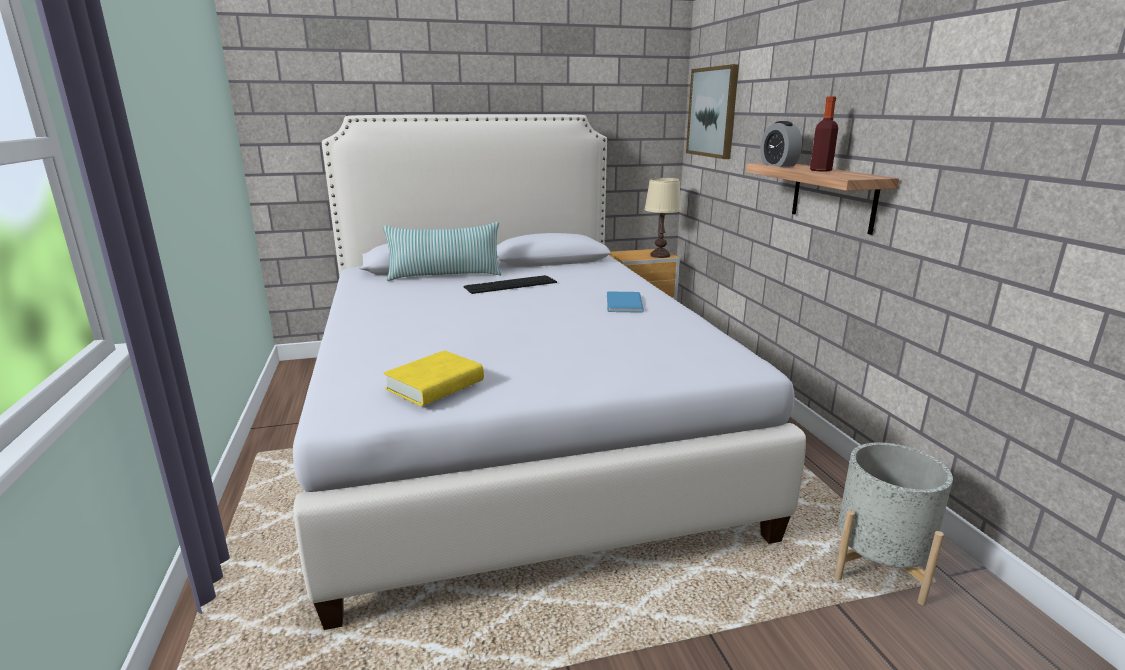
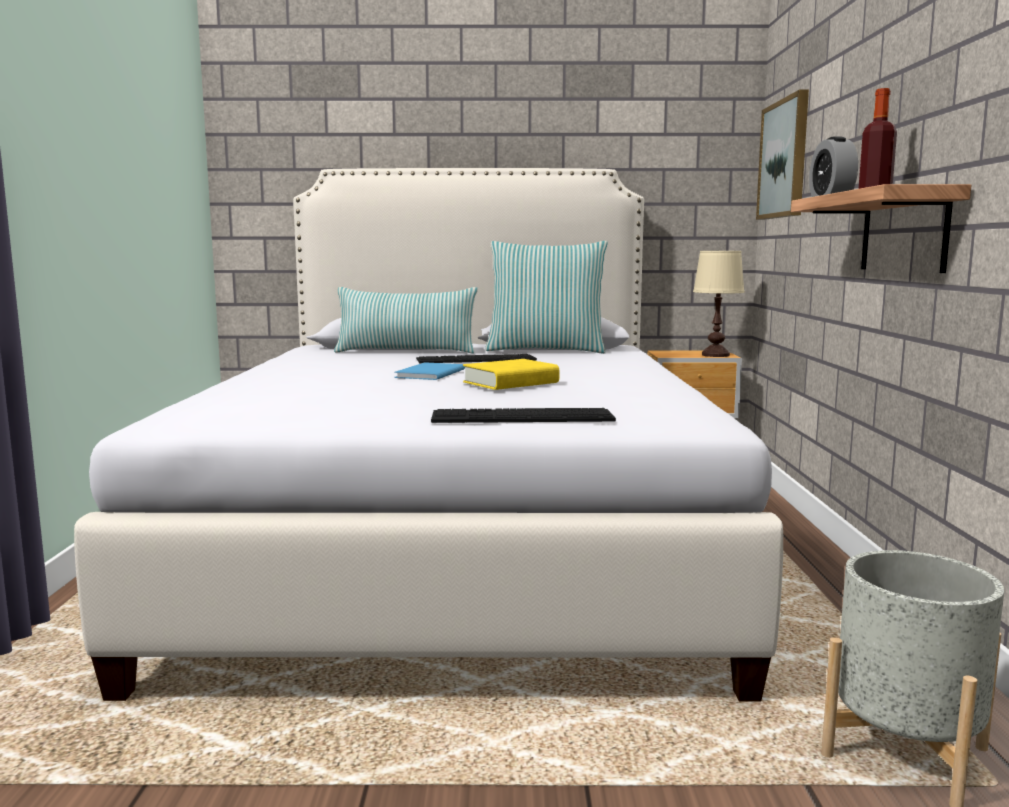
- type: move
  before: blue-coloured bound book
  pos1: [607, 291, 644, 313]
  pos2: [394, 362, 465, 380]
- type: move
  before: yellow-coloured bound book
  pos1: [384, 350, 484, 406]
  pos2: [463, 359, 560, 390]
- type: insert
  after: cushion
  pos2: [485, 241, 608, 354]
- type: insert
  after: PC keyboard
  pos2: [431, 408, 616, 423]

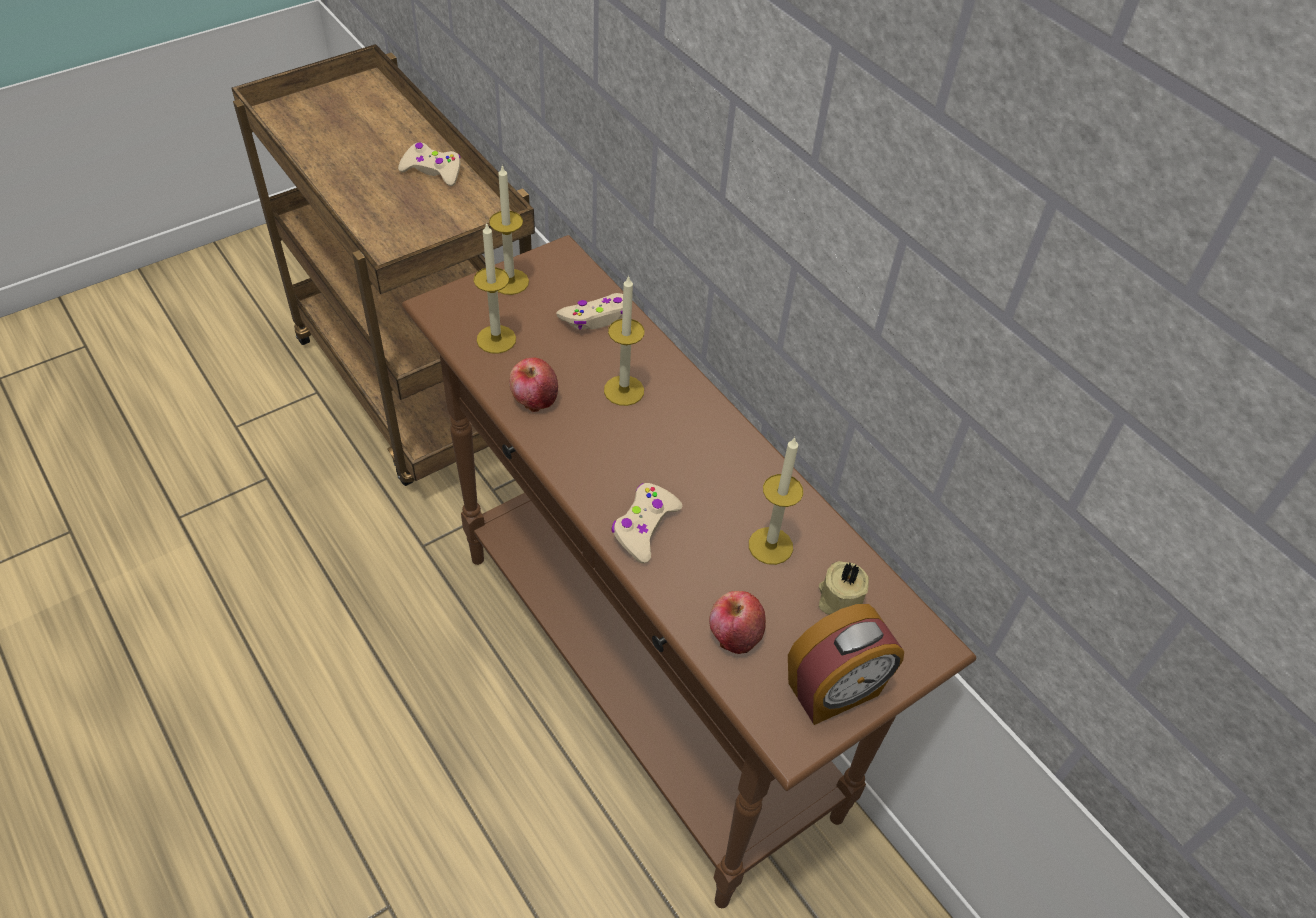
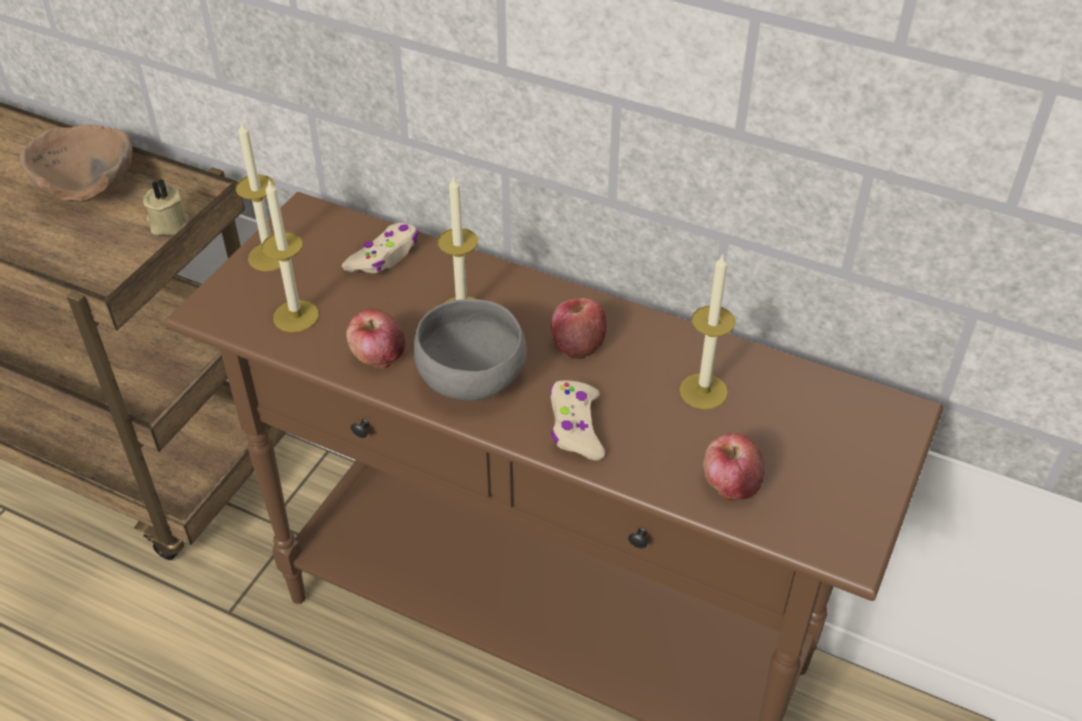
- type: replace
  before: beige game controller
  after: brown-coloured serving bowl
  pos1: [398, 142, 461, 186]
  pos2: [20, 124, 133, 202]
- type: move
  before: beige wax candle
  pos1: [819, 561, 869, 615]
  pos2: [143, 179, 188, 235]
- type: delete
  before: bedside clock
  pos1: [788, 604, 904, 725]
- type: insert
  after: apple fruit
  pos2: [551, 298, 607, 359]
- type: insert
  after: greyish serving bowl
  pos2: [413, 299, 527, 401]

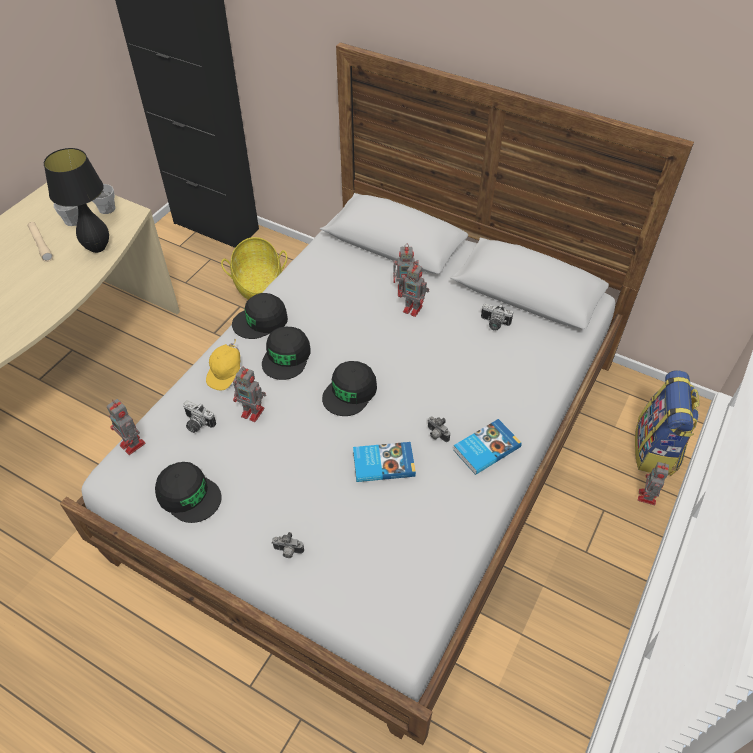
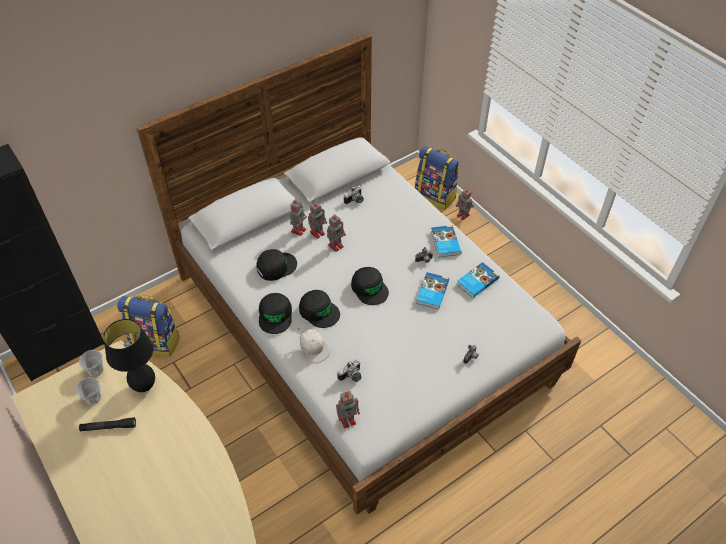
- type: recolor
  before: beige flashlight
  after: black flashlight
  pos1: [28, 222, 53, 262]
  pos2: [79, 417, 136, 431]
- type: replace
  before: basket
  after: knapsack
  pos1: [221, 237, 287, 300]
  pos2: [117, 294, 180, 356]
- type: recolor
  before: yellow-coloured peaked cap
  after: white peaked cap
  pos1: [206, 338, 240, 391]
  pos2: [297, 328, 330, 363]
- type: move
  before: robot figure
  pos1: [233, 367, 266, 422]
  pos2: [327, 214, 346, 252]
- type: move
  before: black peaked cap
  pos1: [155, 462, 222, 523]
  pos2: [256, 249, 297, 281]
- type: insert
  after: bound book
  pos2: [456, 262, 500, 298]

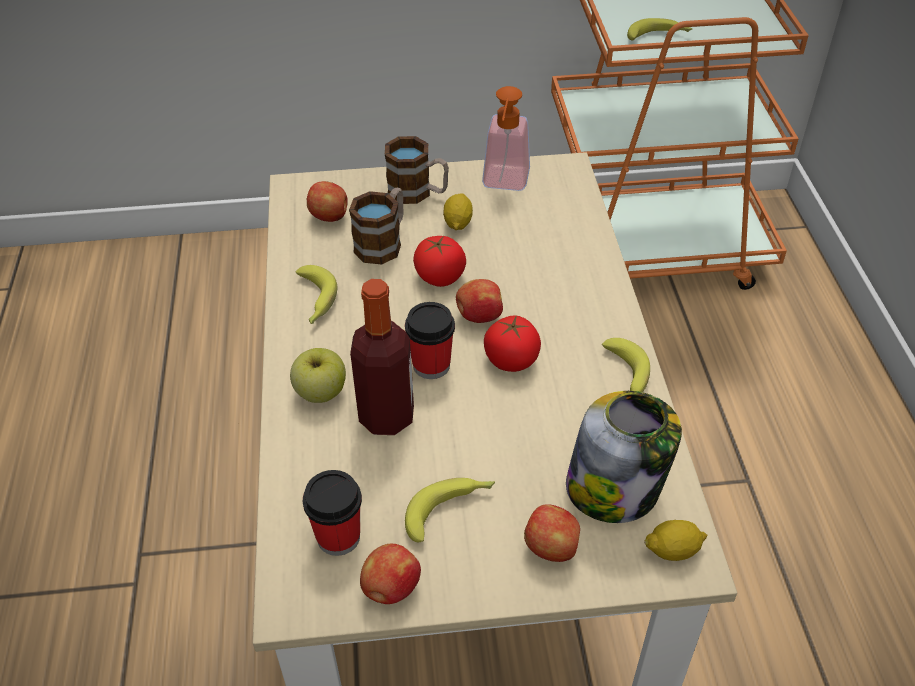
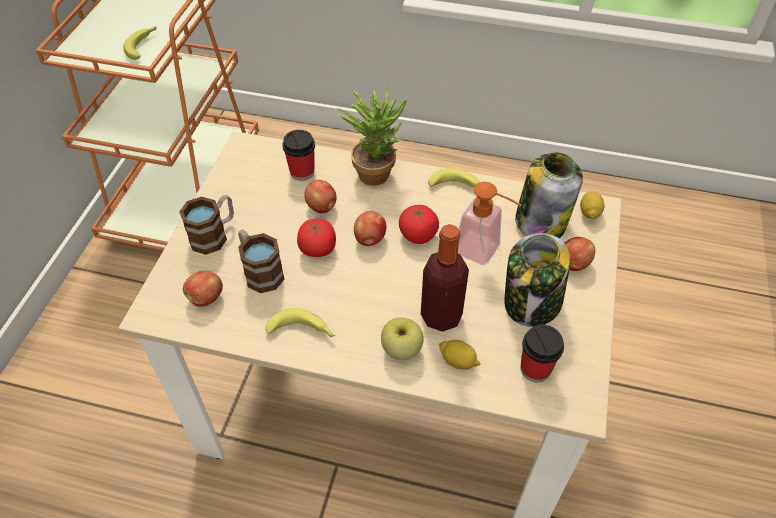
- type: move
  before: liquid soap bottle
  pos1: [482, 86, 530, 191]
  pos2: [458, 182, 522, 265]
- type: move
  before: whole lemon
  pos1: [443, 193, 473, 230]
  pos2: [439, 340, 481, 370]
- type: move
  before: drinking cup
  pos1: [405, 302, 455, 379]
  pos2: [282, 130, 315, 181]
- type: replace
  before: banana fruit
  after: storage jar
  pos1: [405, 478, 495, 542]
  pos2: [504, 233, 570, 327]
- type: move
  before: apple fruit
  pos1: [360, 544, 421, 604]
  pos2: [304, 180, 337, 213]
- type: insert
  after: plant in a pot
  pos2: [336, 86, 407, 186]

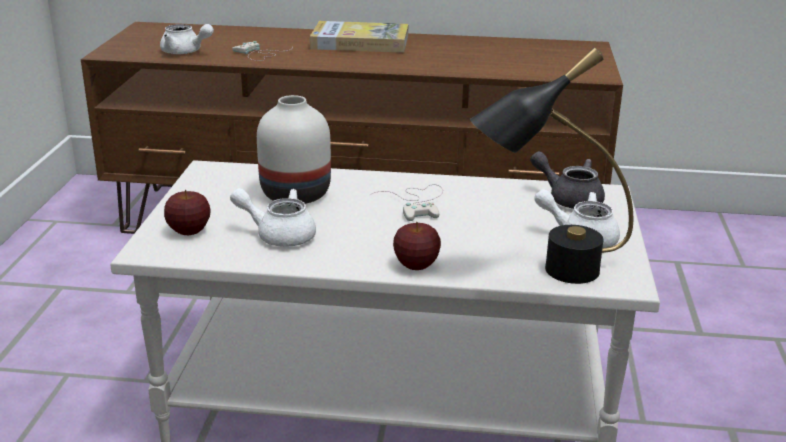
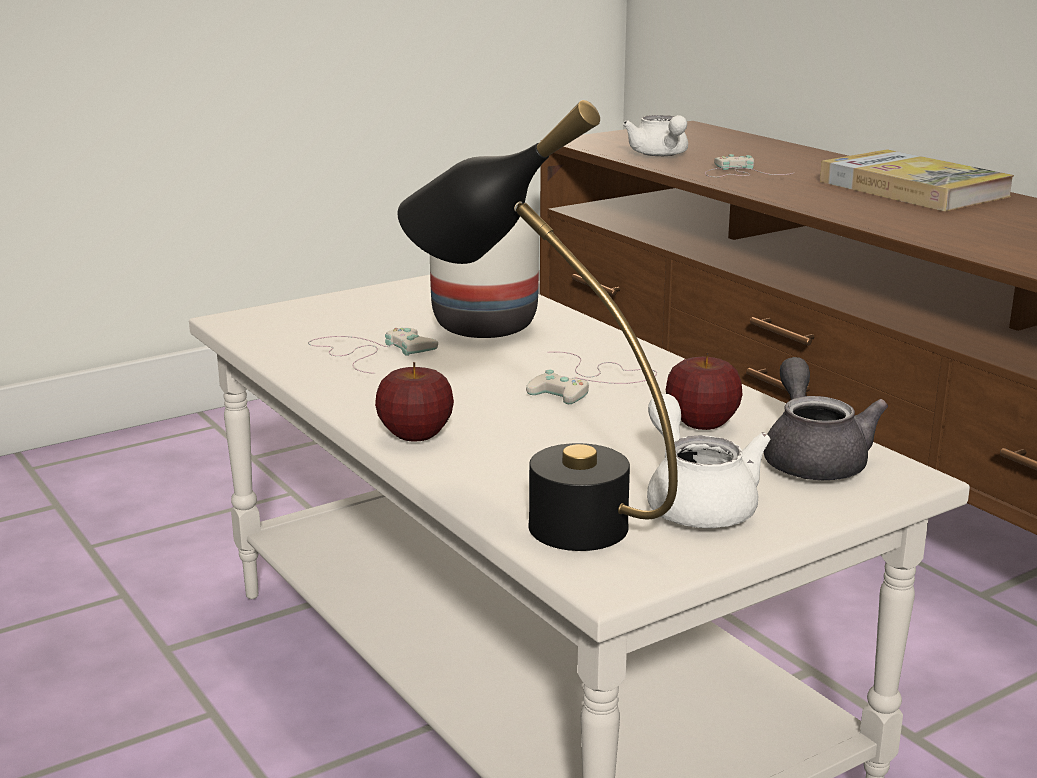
- type: replace
  before: white teapot
  after: white game controller
  pos1: [230, 188, 316, 247]
  pos2: [308, 328, 438, 374]
- type: move
  before: apple fruit
  pos1: [164, 190, 211, 235]
  pos2: [666, 352, 742, 430]

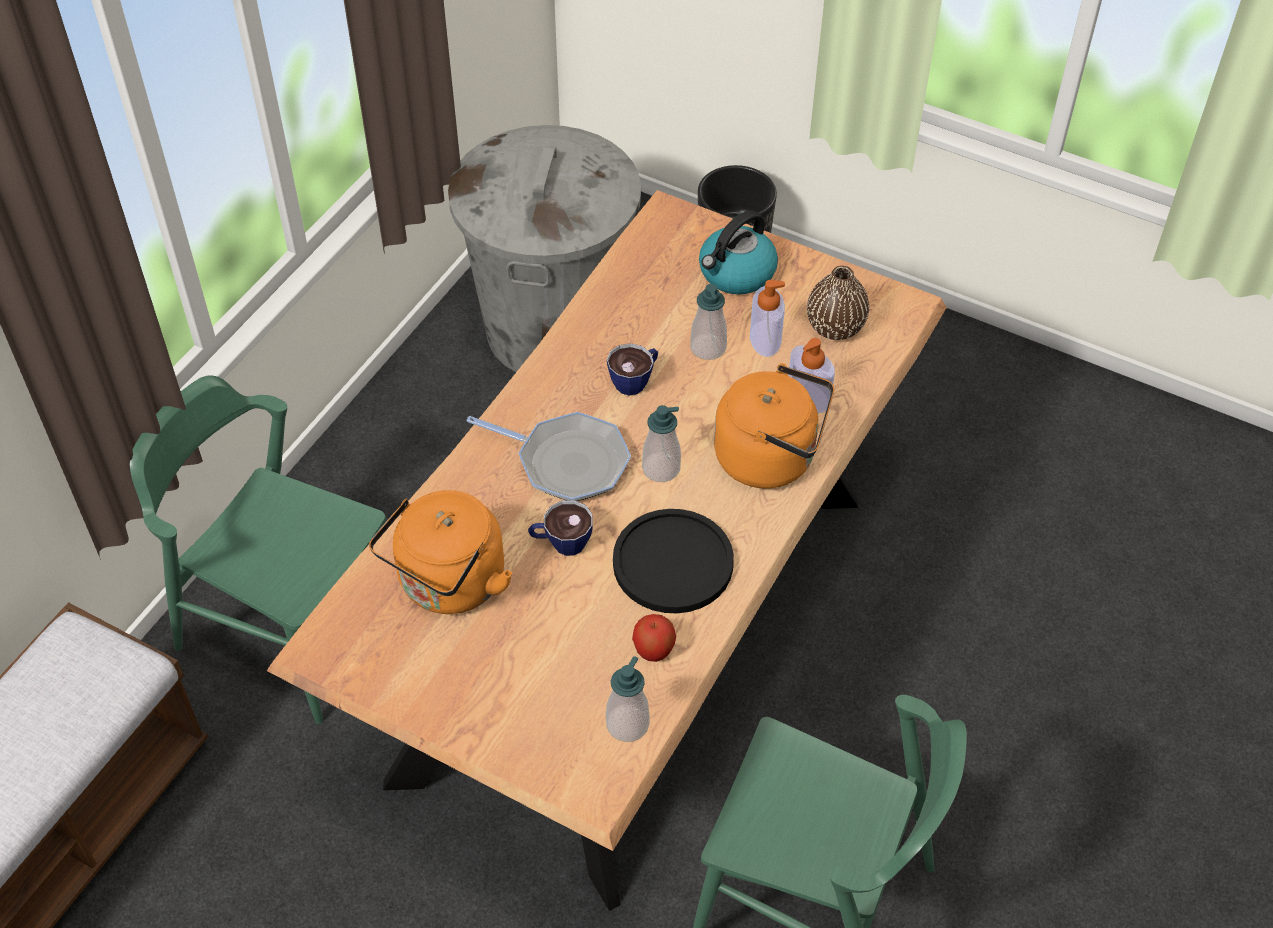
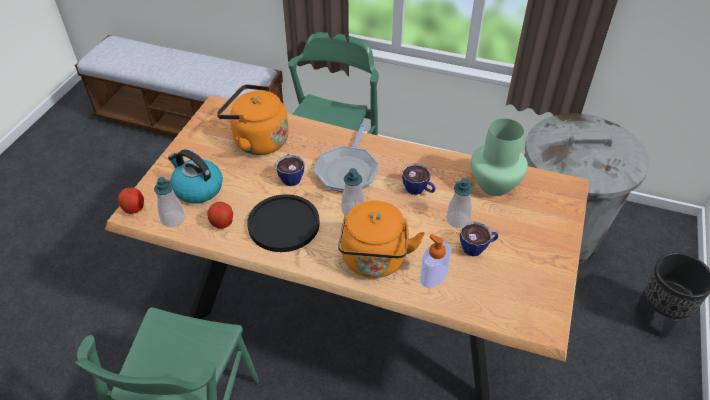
- type: move
  before: water kettle
  pos1: [699, 210, 778, 295]
  pos2: [168, 149, 223, 204]
- type: delete
  before: brown-coloured vase
  pos1: [807, 266, 869, 340]
- type: replace
  before: liquid soap bottle
  after: drinking cup
  pos1: [750, 280, 785, 357]
  pos2: [460, 221, 499, 256]
- type: insert
  after: green vase
  pos2: [471, 119, 528, 196]
- type: insert
  after: apple fruit
  pos2: [118, 187, 144, 214]

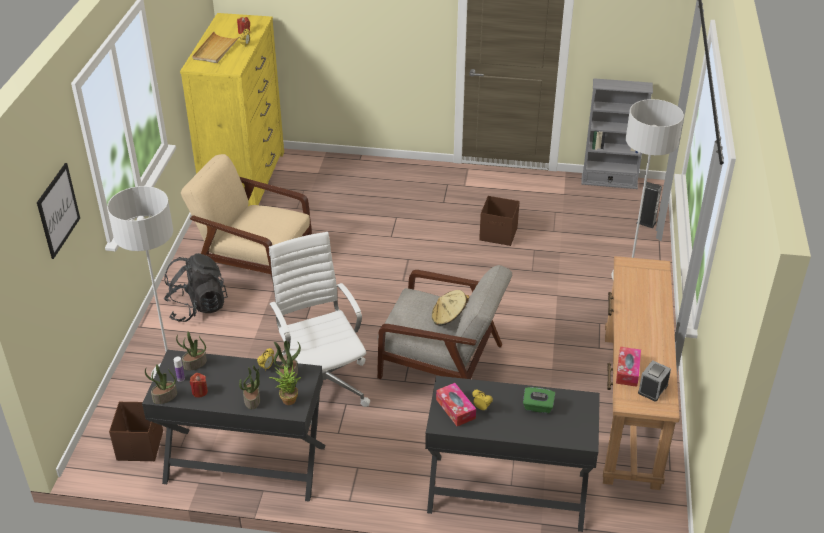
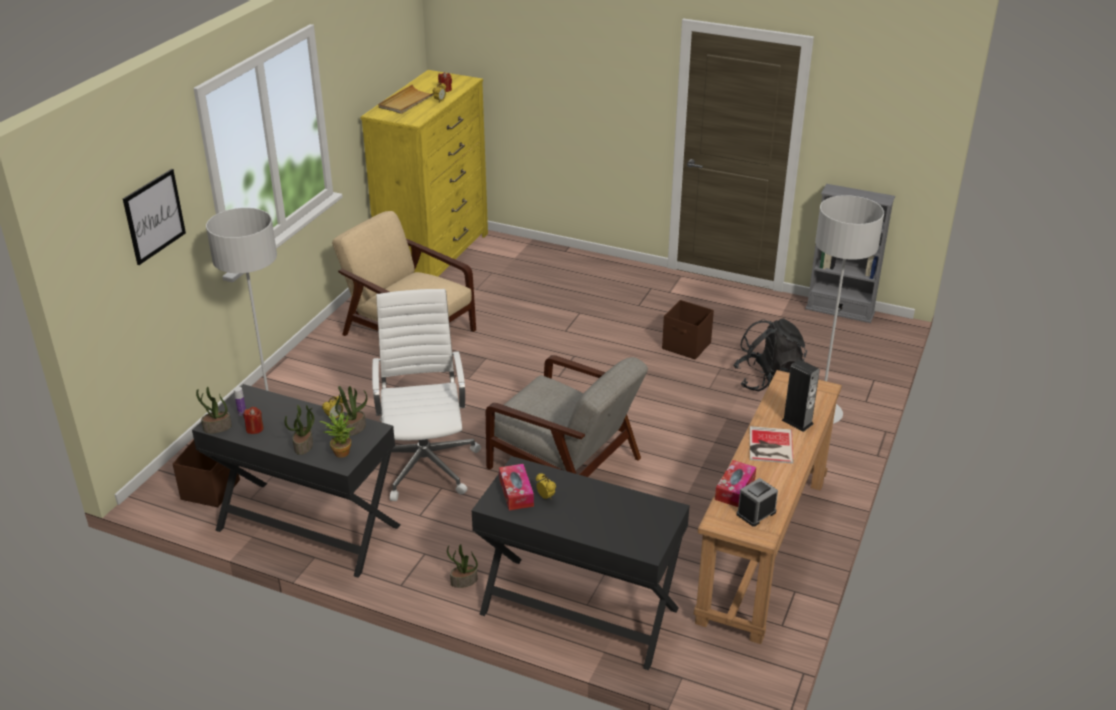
- type: move
  before: loudspeaker
  pos1: [636, 182, 662, 228]
  pos2: [781, 359, 820, 432]
- type: move
  before: black knapsack
  pos1: [164, 253, 228, 322]
  pos2: [734, 318, 807, 391]
- type: delete
  before: beige hat
  pos1: [432, 290, 470, 325]
- type: move
  before: plant in a pot
  pos1: [176, 331, 207, 371]
  pos2: [447, 544, 478, 588]
- type: delete
  before: green tissue holder
  pos1: [523, 387, 555, 413]
- type: insert
  after: bound book
  pos2: [750, 426, 794, 464]

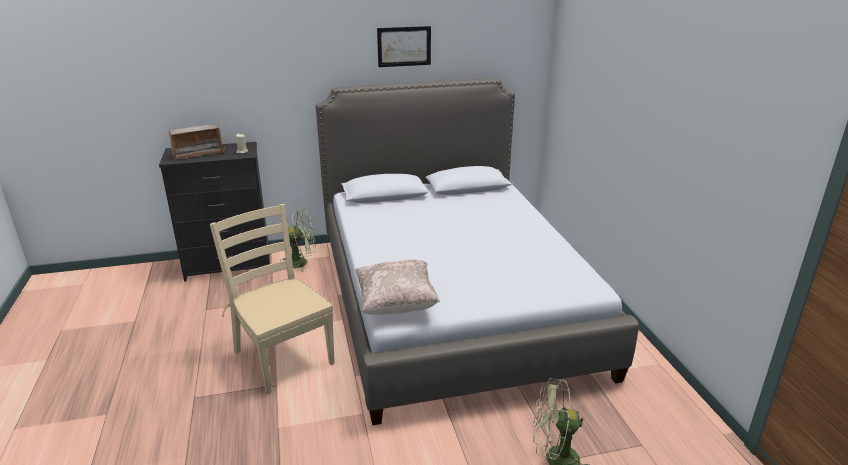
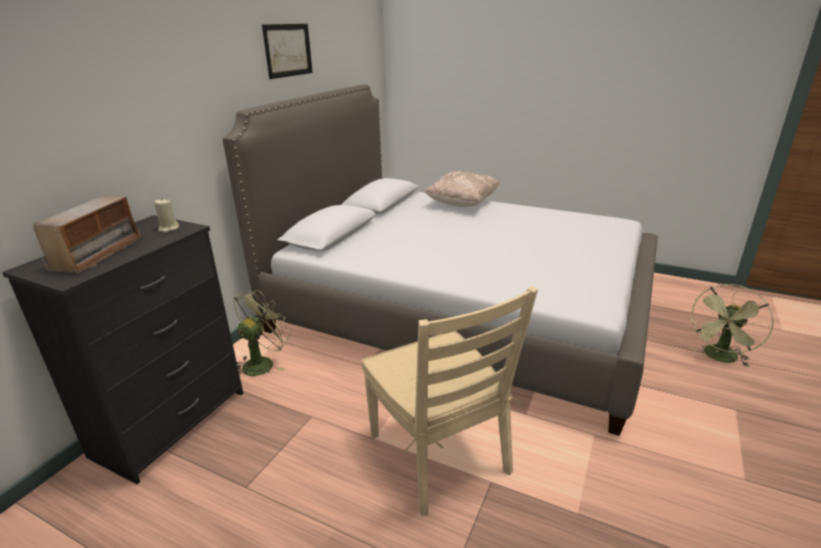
- type: rotate
  before: beige plain chair
  pos1: [210, 204, 335, 394]
  pos2: [361, 286, 538, 516]
  turn: -120
- type: move
  before: beige cushion
  pos1: [355, 260, 440, 315]
  pos2: [424, 171, 500, 207]

